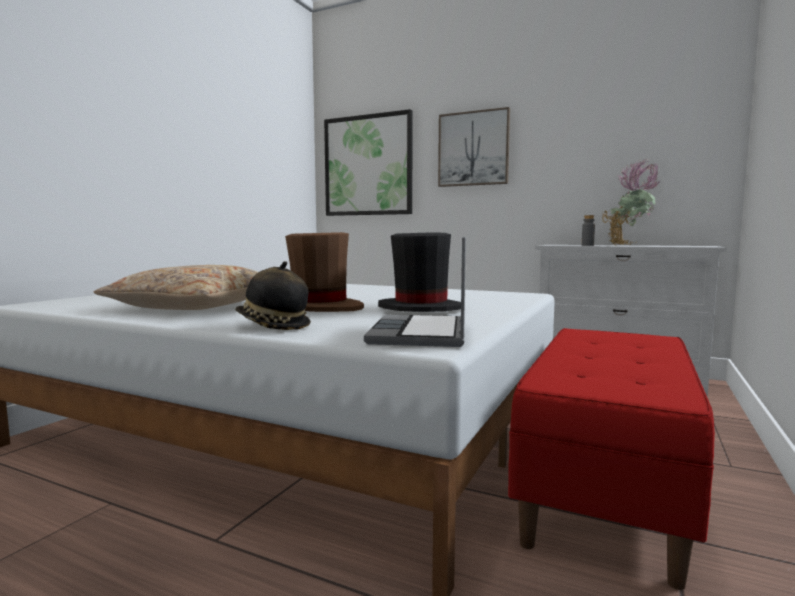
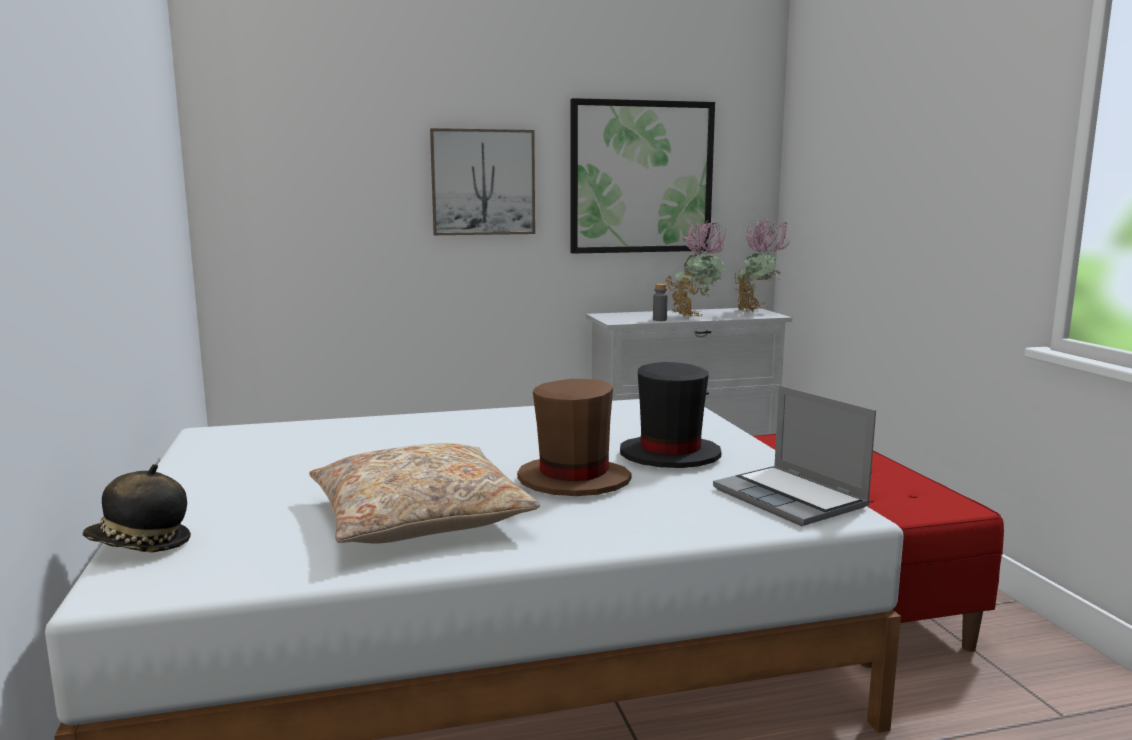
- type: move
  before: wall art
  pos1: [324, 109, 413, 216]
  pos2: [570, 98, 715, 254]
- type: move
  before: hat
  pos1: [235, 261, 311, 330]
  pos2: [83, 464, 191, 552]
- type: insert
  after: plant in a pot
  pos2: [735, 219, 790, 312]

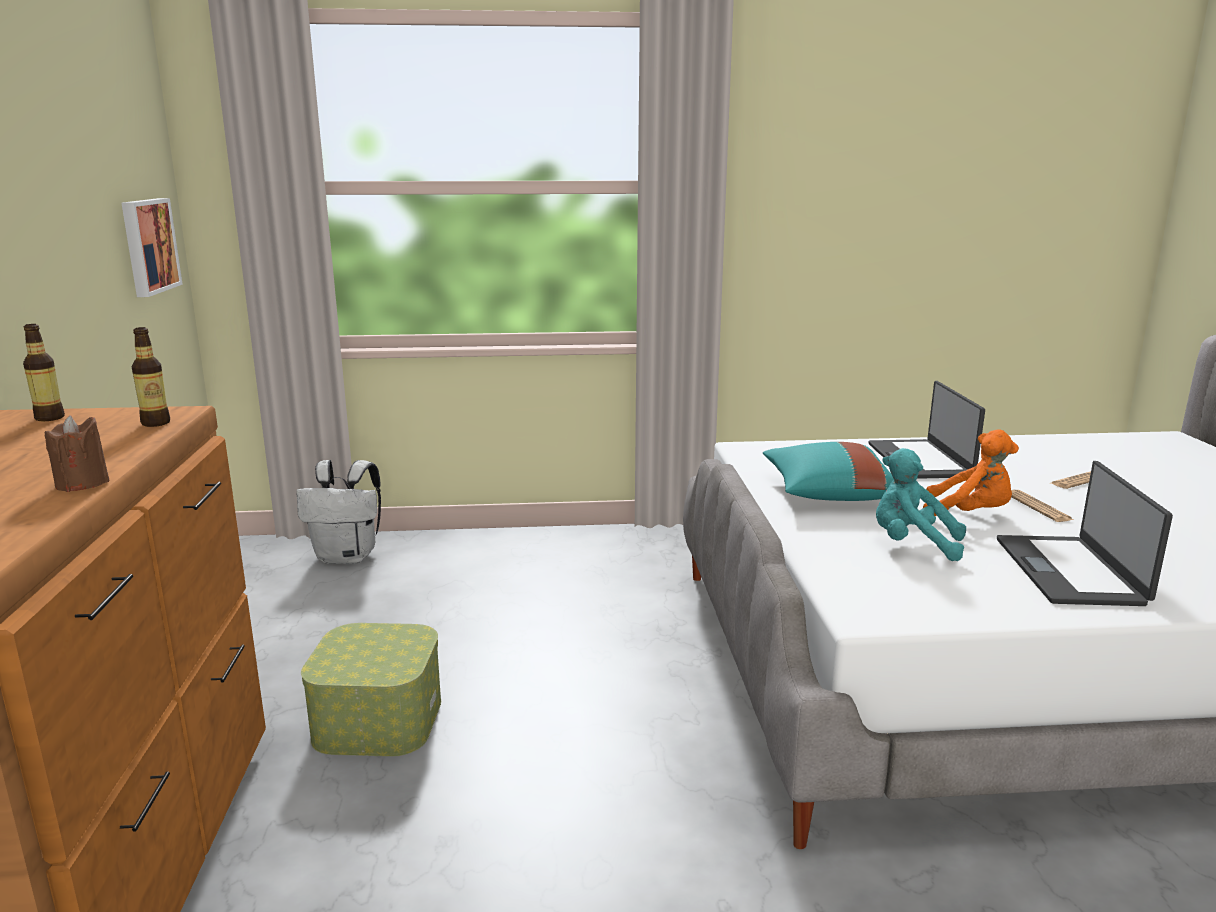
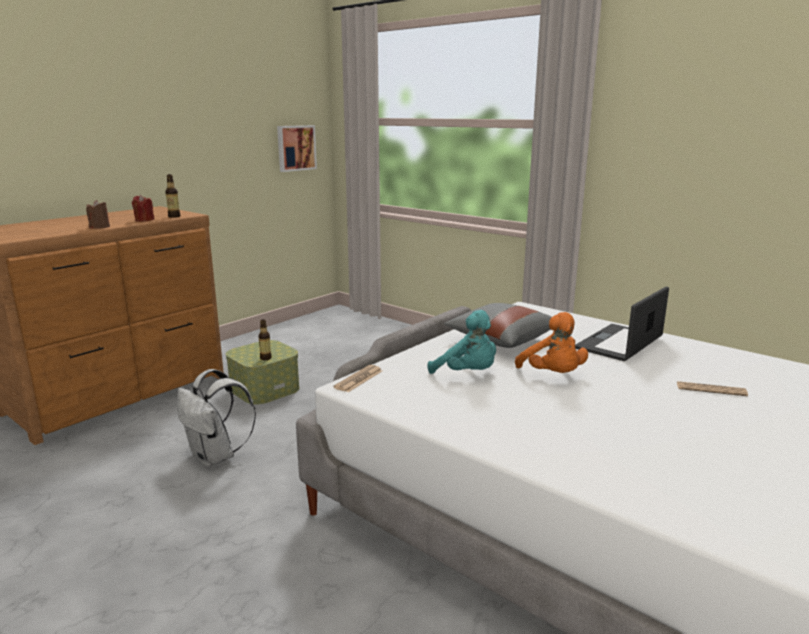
- type: move
  before: bottle
  pos1: [23, 324, 65, 421]
  pos2: [258, 319, 272, 360]
- type: recolor
  before: turquoise cushion
  after: greyish cushion
  pos1: [763, 442, 894, 501]
  pos2: [444, 303, 552, 348]
- type: rotate
  before: turquoise cuddly toy
  pos1: [876, 448, 966, 561]
  pos2: [428, 310, 496, 374]
  turn: 150
- type: move
  before: white knapsack
  pos1: [296, 460, 381, 564]
  pos2: [177, 369, 256, 467]
- type: delete
  before: laptop
  pos1: [997, 461, 1173, 606]
- type: move
  before: daily paper
  pos1: [1011, 490, 1074, 522]
  pos2: [333, 365, 382, 392]
- type: insert
  after: red wax candle
  pos2: [132, 195, 154, 222]

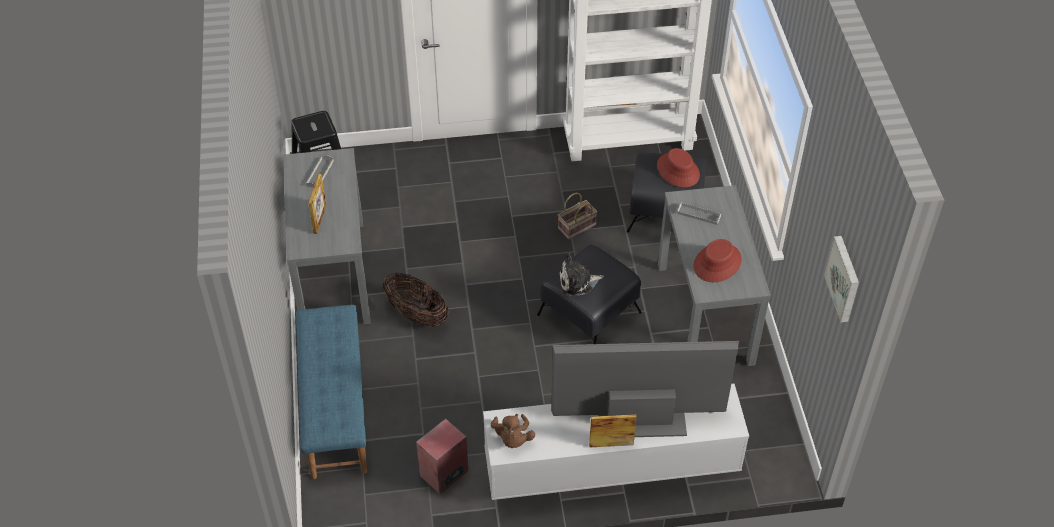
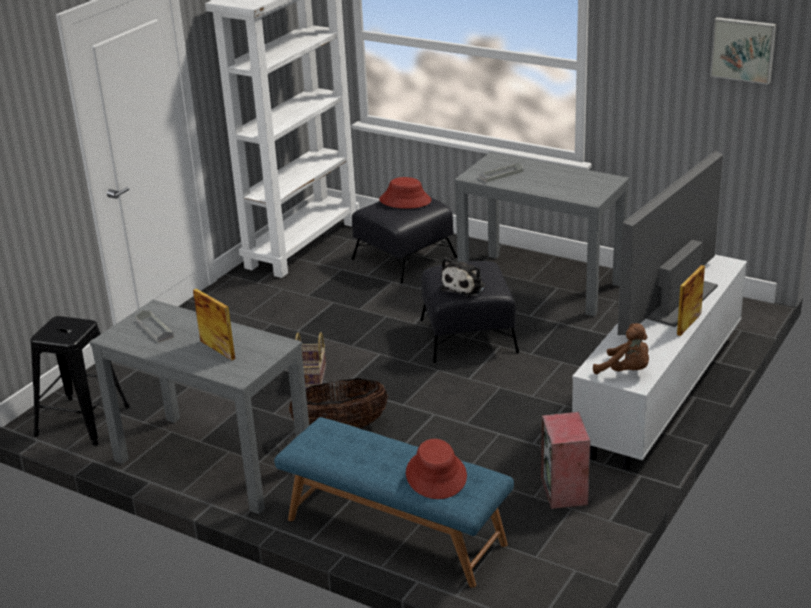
- type: move
  before: basket
  pos1: [558, 193, 597, 239]
  pos2: [295, 332, 326, 389]
- type: move
  before: red hat
  pos1: [694, 239, 742, 282]
  pos2: [406, 439, 467, 499]

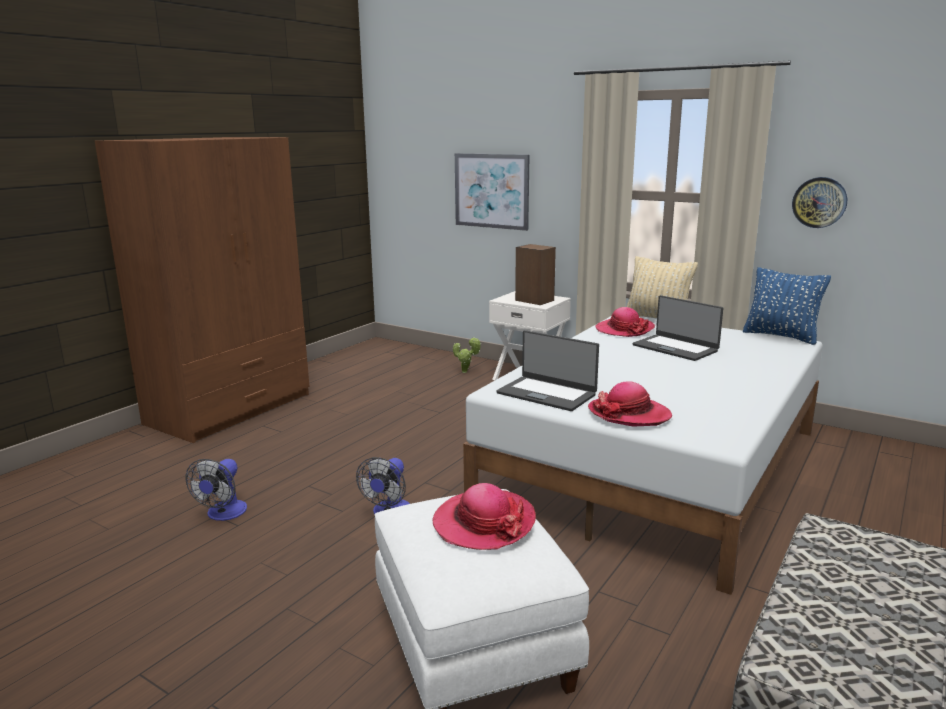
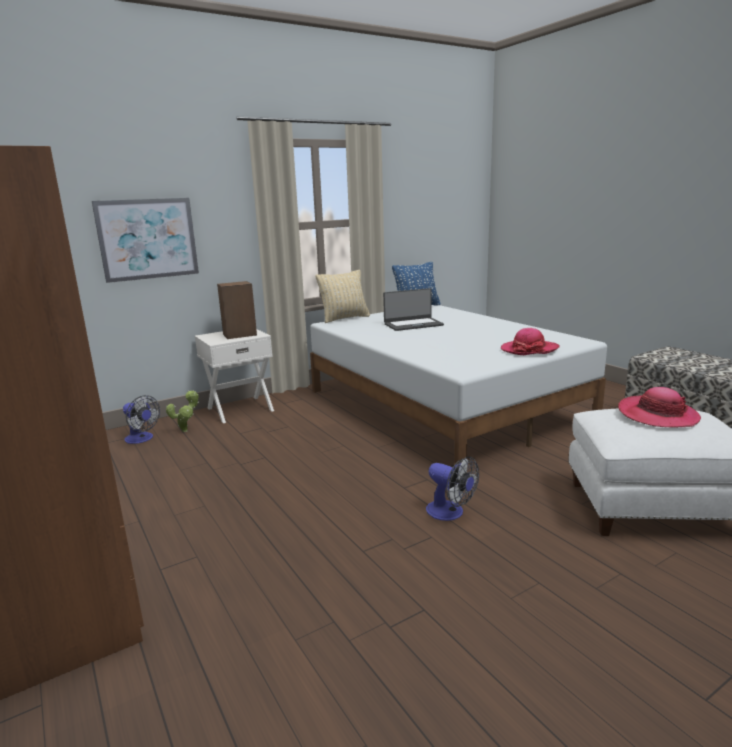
- type: delete
  before: hanging clock
  pos1: [792, 177, 847, 228]
- type: delete
  before: hat
  pos1: [595, 307, 655, 337]
- type: delete
  before: laptop
  pos1: [496, 330, 599, 411]
- type: move
  before: cooling fan
  pos1: [185, 459, 247, 521]
  pos2: [123, 395, 160, 444]

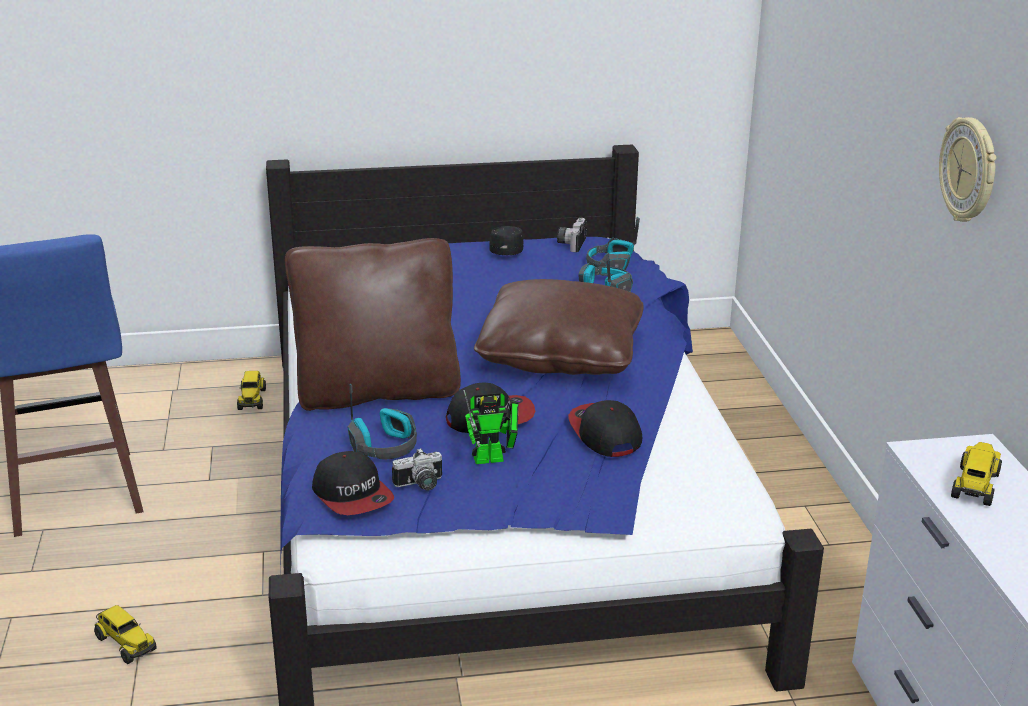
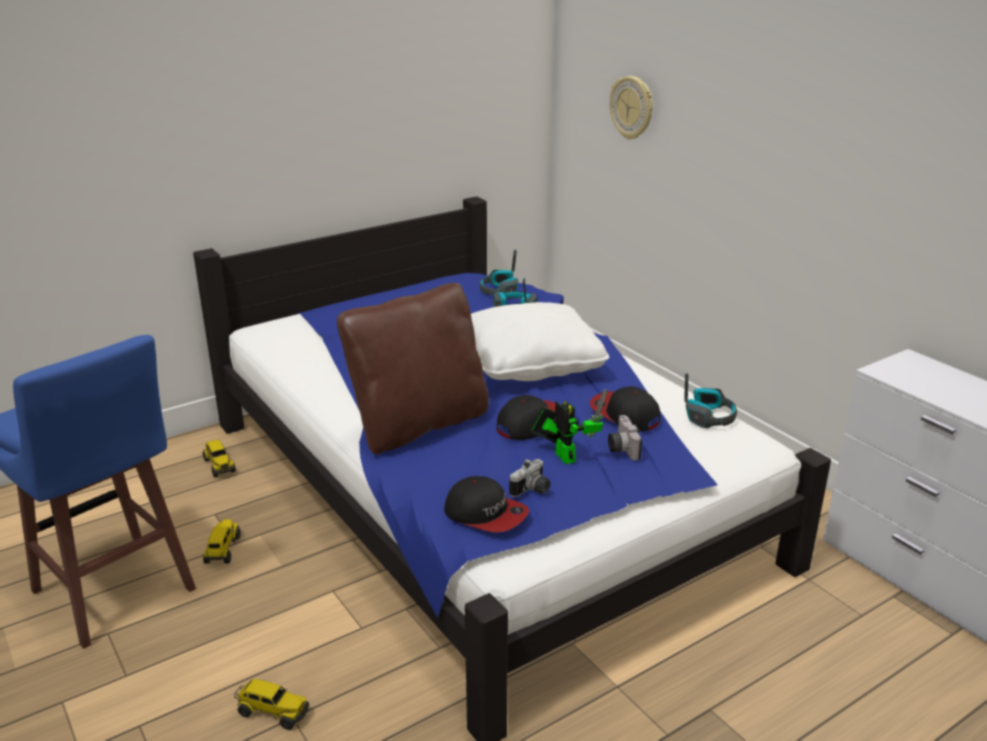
- type: move
  before: hanging clock
  pos1: [939, 117, 996, 222]
  pos2: [610, 76, 653, 140]
- type: move
  before: still camera
  pos1: [557, 218, 587, 252]
  pos2: [608, 415, 642, 461]
- type: delete
  before: black peaked cap
  pos1: [489, 226, 524, 255]
- type: recolor
  before: brown-coloured cushion
  after: white cushion
  pos1: [474, 279, 644, 375]
  pos2: [471, 302, 609, 381]
- type: move
  before: headphones
  pos1: [347, 384, 417, 459]
  pos2: [684, 373, 737, 428]
- type: rotate
  before: robot figure
  pos1: [463, 390, 519, 464]
  pos2: [530, 389, 607, 464]
  turn: -75
- type: move
  before: toy lorry
  pos1: [951, 442, 1002, 506]
  pos2: [203, 519, 241, 564]

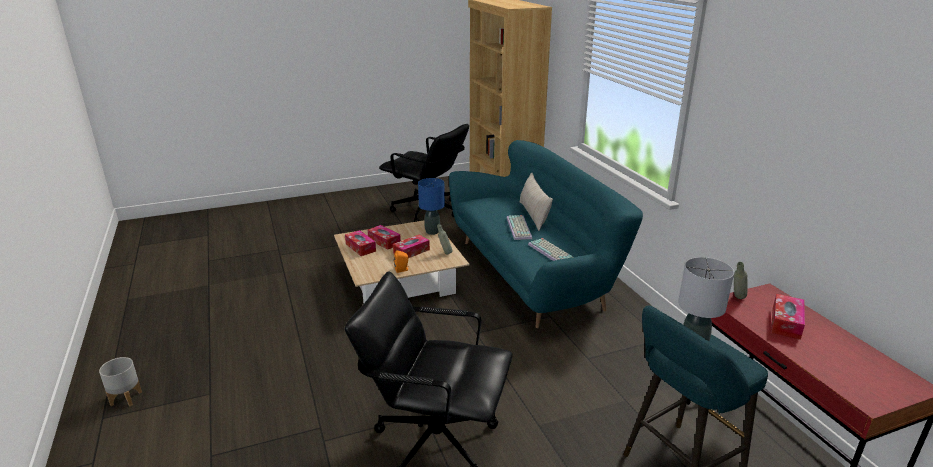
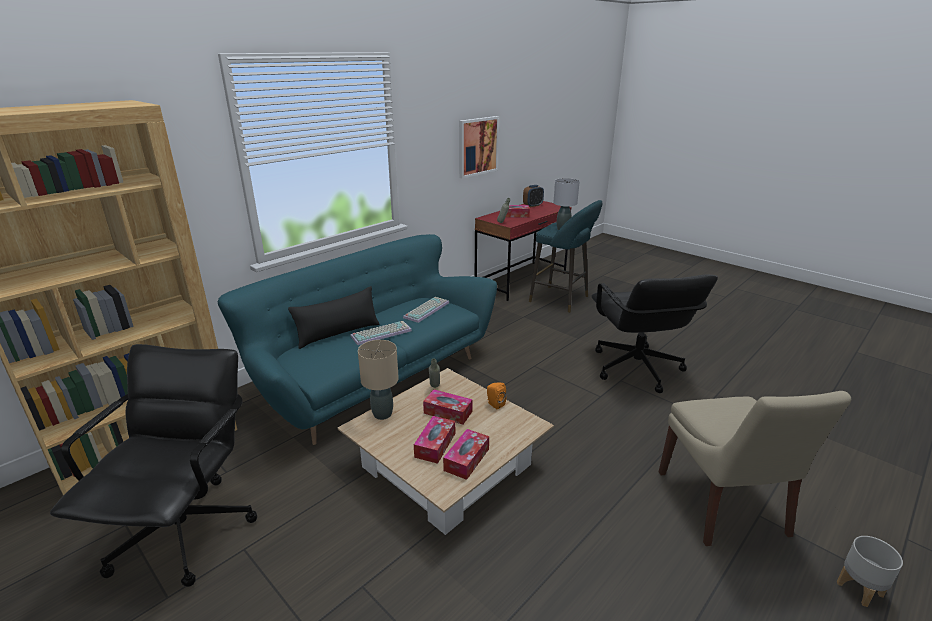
- type: recolor
  before: beige cushion
  after: black cushion
  pos1: [519, 173, 553, 231]
  pos2: [288, 286, 380, 349]
- type: recolor
  before: blue-coloured table lamp
  after: beige table lamp
  pos1: [418, 178, 445, 235]
  pos2: [358, 340, 399, 420]
- type: insert
  after: wall art
  pos2: [459, 116, 499, 179]
- type: insert
  after: bedside clock
  pos2: [523, 185, 544, 207]
- type: insert
  after: beige plain chair
  pos2: [659, 391, 851, 546]

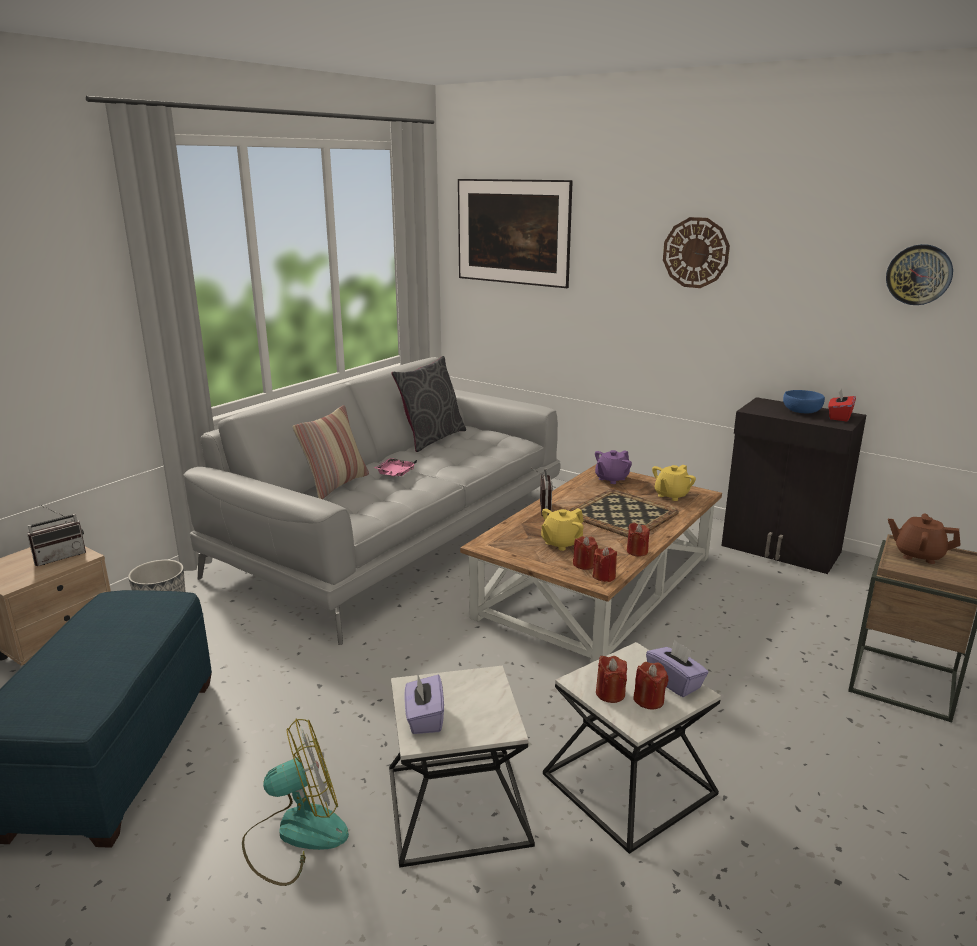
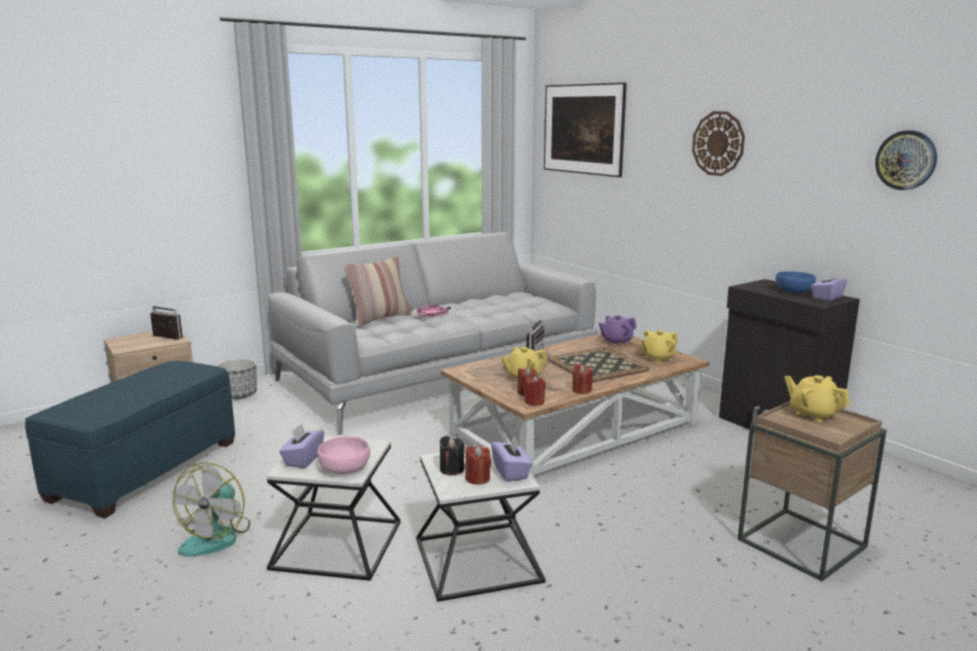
- type: delete
  before: greyish cushion
  pos1: [391, 356, 466, 452]
- type: recolor
  before: red tissue holder
  after: purple-coloured tissue holder
  pos1: [828, 388, 856, 421]
  pos2: [811, 271, 847, 301]
- type: rotate
  before: radio
  pos1: [27, 505, 86, 566]
  pos2: [150, 303, 183, 340]
  turn: -135
- type: recolor
  before: brown-coloured teapot
  after: yellow-coloured teapot
  pos1: [888, 514, 960, 564]
  pos2: [785, 375, 850, 422]
- type: recolor
  before: red wax candle
  after: black wax candle
  pos1: [596, 656, 627, 703]
  pos2: [439, 436, 465, 475]
- type: rotate
  before: cooling fan
  pos1: [242, 718, 349, 886]
  pos2: [172, 462, 250, 557]
  turn: 105
- type: insert
  after: pinkish serving bowl
  pos2: [317, 436, 370, 474]

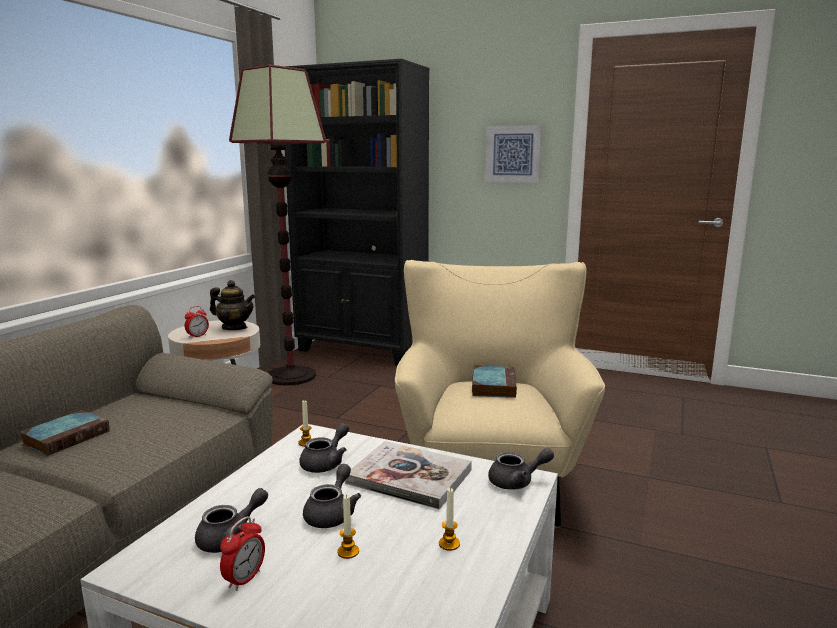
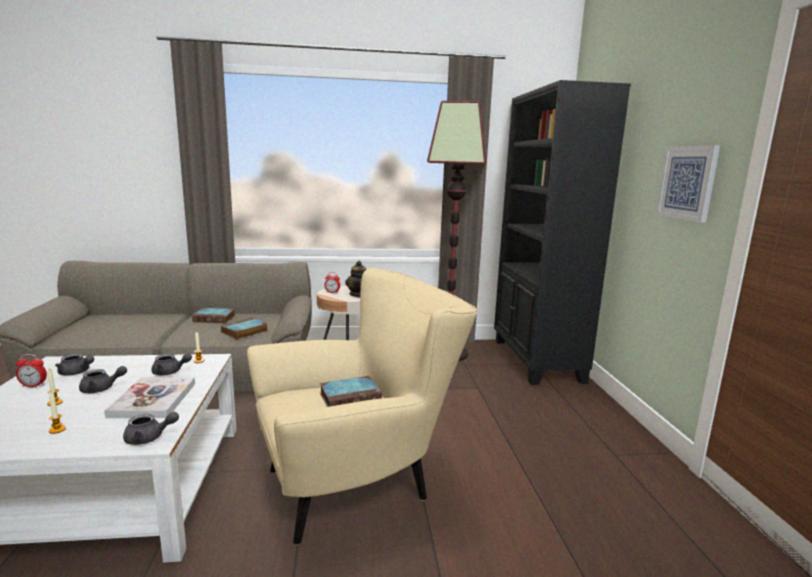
- type: rotate
  before: greyish teapot
  pos1: [488, 448, 554, 490]
  pos2: [123, 412, 179, 445]
  turn: -60
- type: insert
  after: bound book
  pos2: [221, 318, 268, 339]

